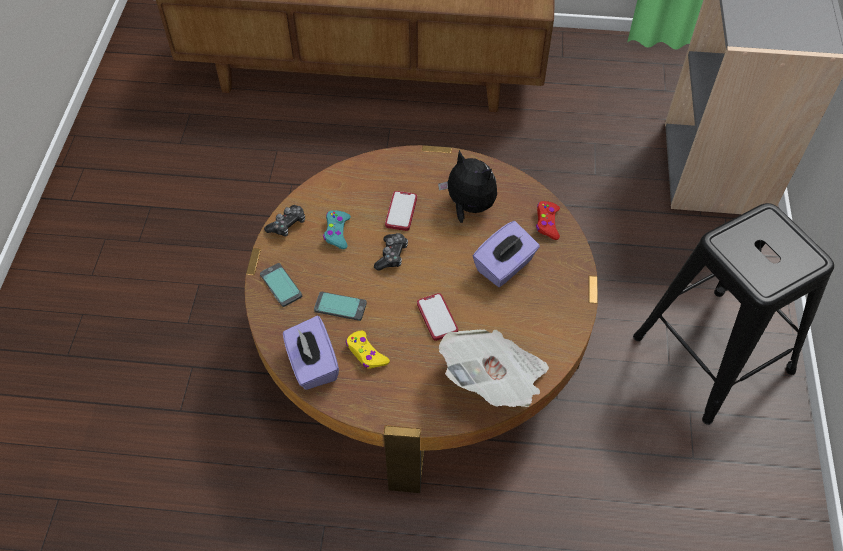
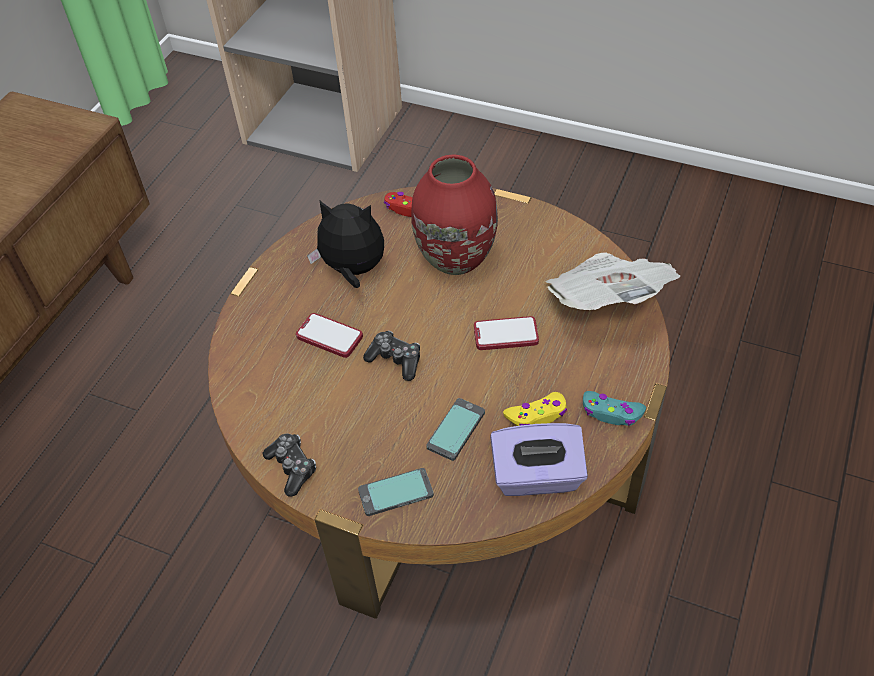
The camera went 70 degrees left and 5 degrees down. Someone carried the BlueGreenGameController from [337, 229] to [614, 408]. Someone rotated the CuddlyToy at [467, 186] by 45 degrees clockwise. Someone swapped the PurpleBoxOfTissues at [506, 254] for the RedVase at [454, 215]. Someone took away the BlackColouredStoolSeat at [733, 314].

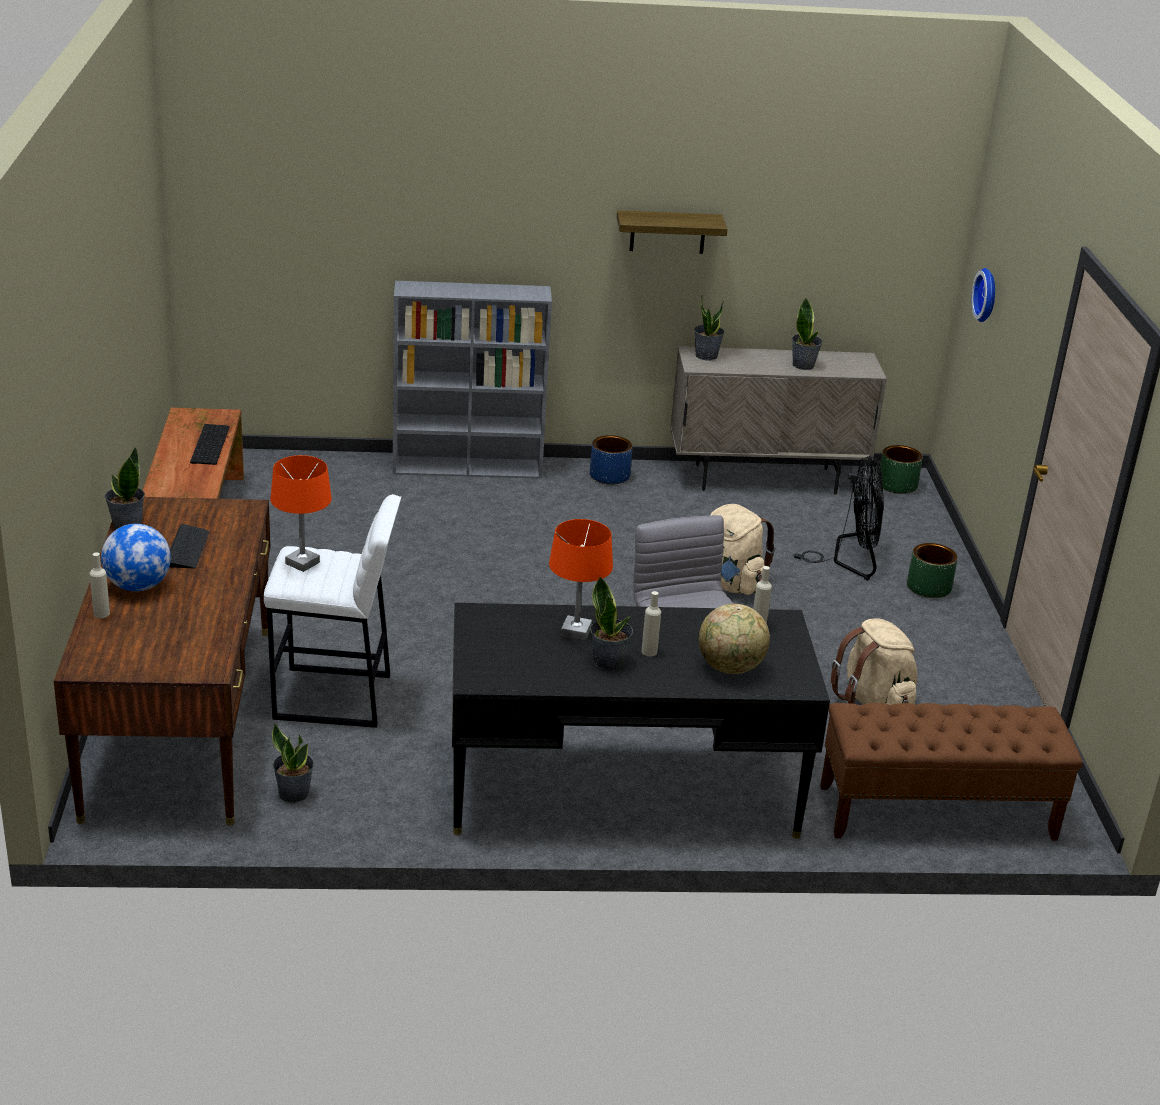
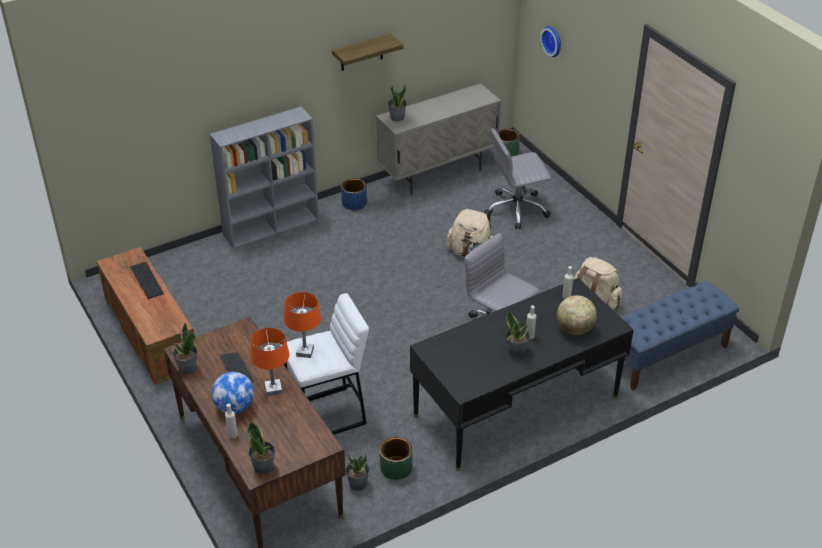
The camera went 25 degrees left and 10 degrees up. Someone carried the OrangeColouredTableLamp from [581, 580] to [270, 362]. Someone carried the PottedPlant from [807, 334] to [261, 448]. Someone swapped the BlackColouredFan at [838, 518] for the GrayOfficeChair at [517, 179]. Someone repainted the BrownishBench at [951, 772], which became the BlueBench at [680, 335]. Someone carried the GreenishFlowerPot from [932, 570] to [396, 458].

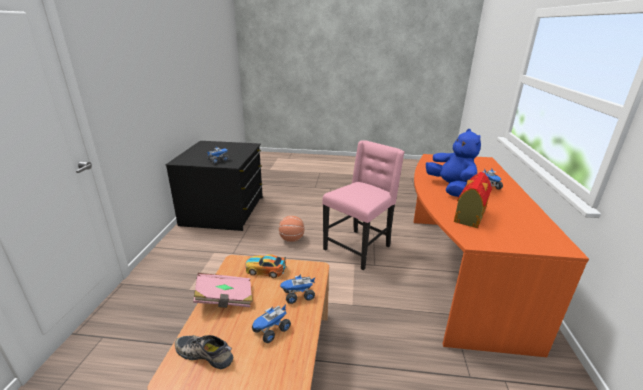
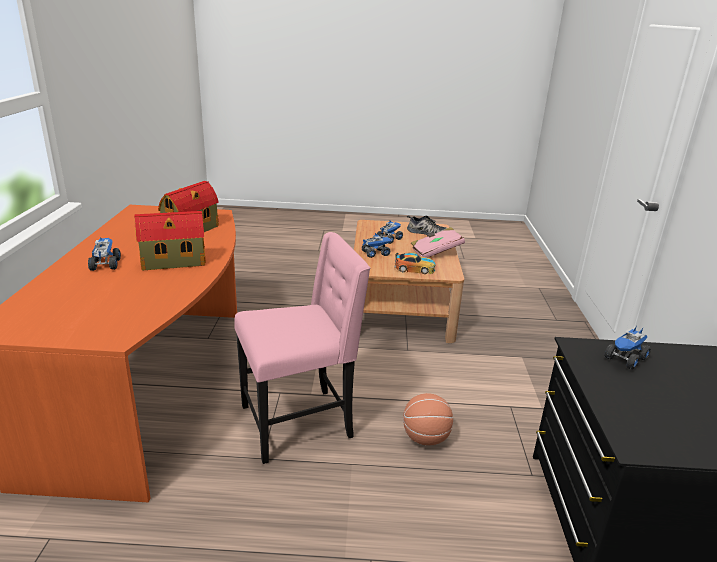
The camera went 175 degrees right and 0 degrees up. Someone rotated the PinkColouredChair at [363, 205] by 150 degrees counterclockwise. Someone swapped the BlueCuddlyToy at [453, 163] for the ToyHouse at [170, 240].

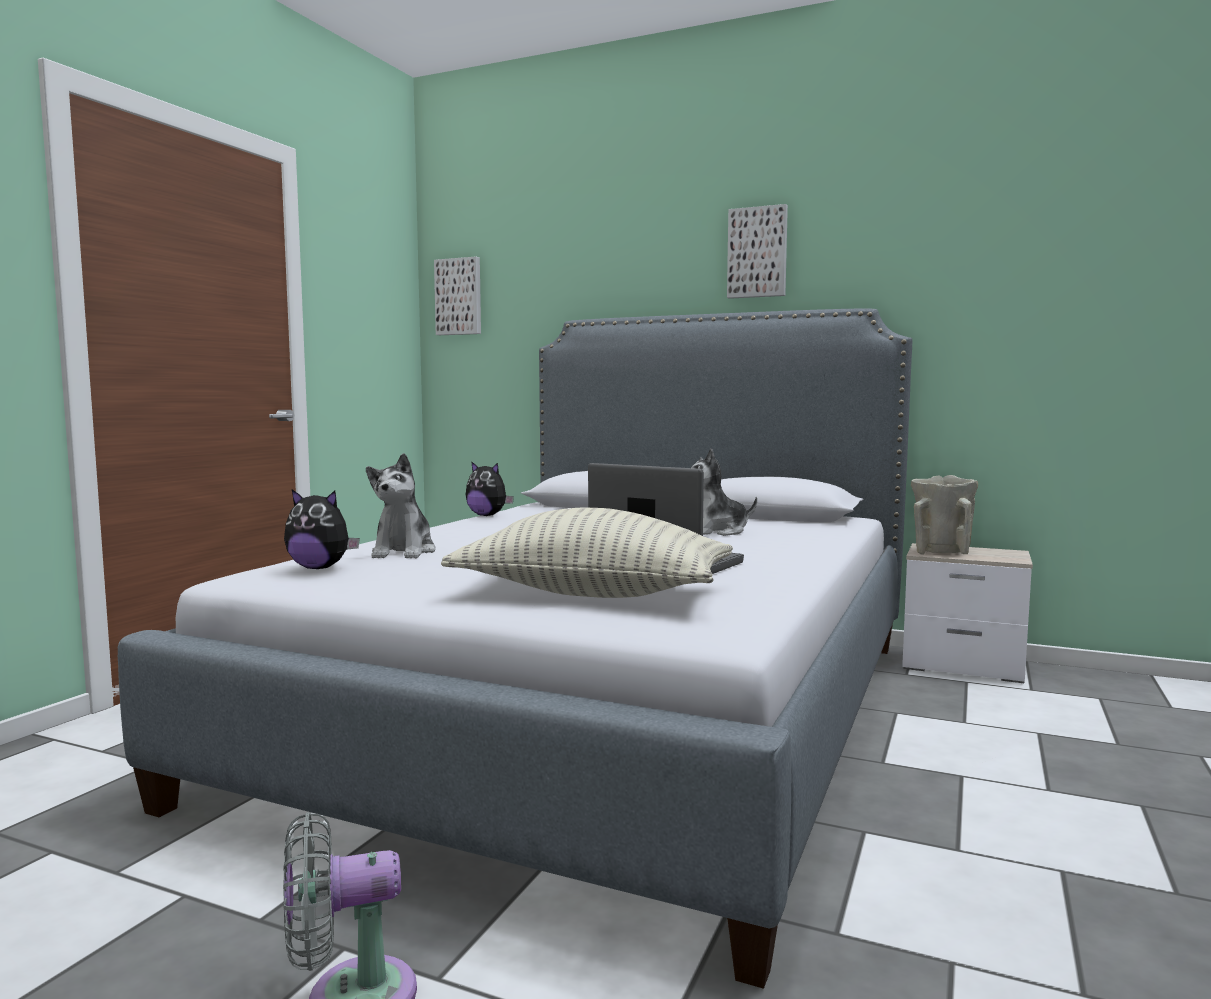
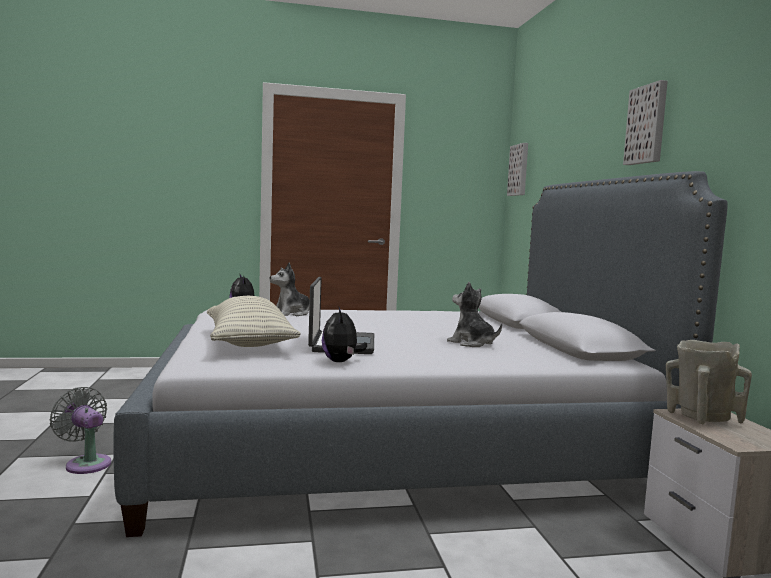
The camera went 55 degrees right and 0 degrees up. Someone carried the CuddlyToy from [489, 488] to [344, 334].

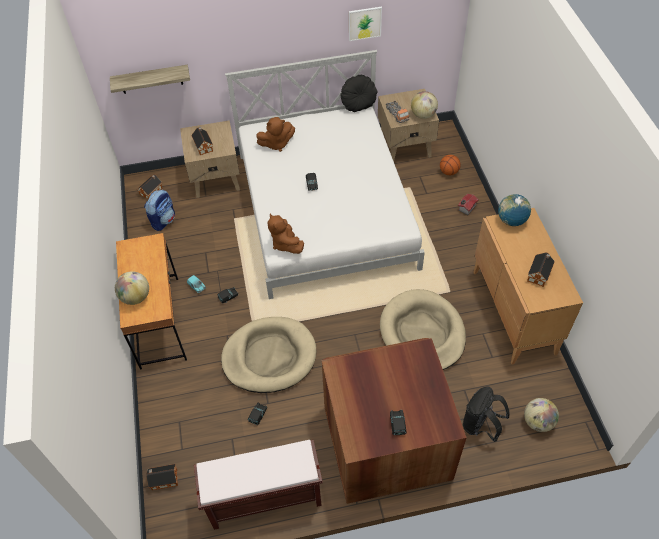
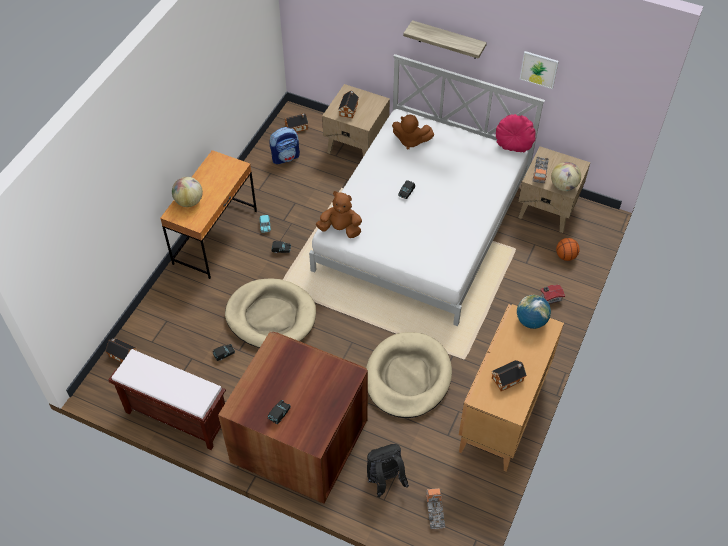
The camera went 35 degrees right and 0 degrees up. Someone carried the Shelf from [150, 79] to [445, 39]. Someone rotated the BrownishCuddlyToy at [286, 233] by 90 degrees clockwise. Someone repainted the BlackColouredCushion at [358, 93], which became the PinkColouredCushion at [516, 133]. Someone swapped the Globe at [541, 415] for the ToyTruck at [435, 508].

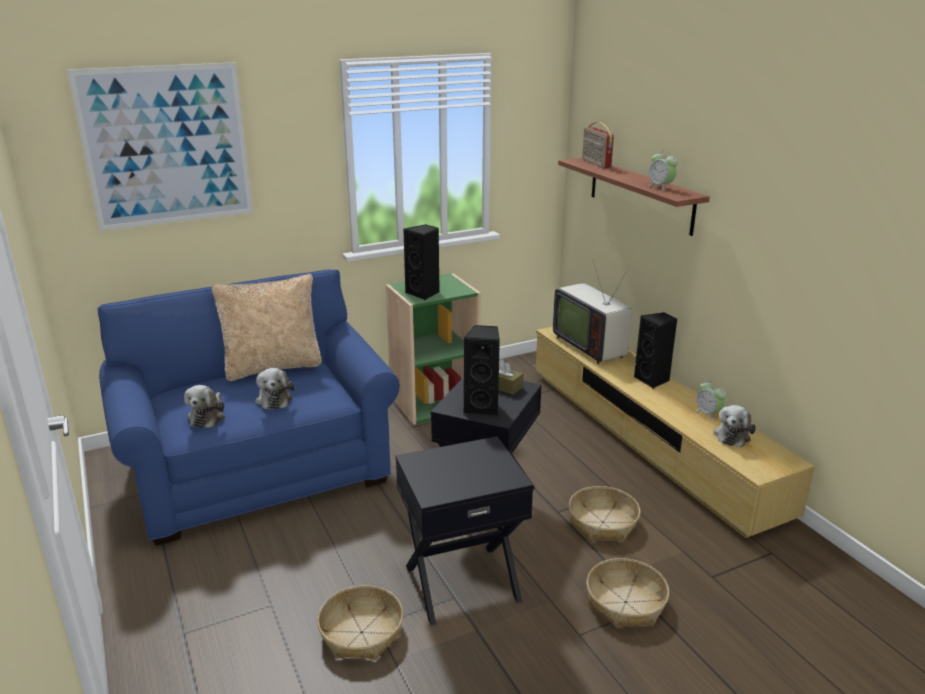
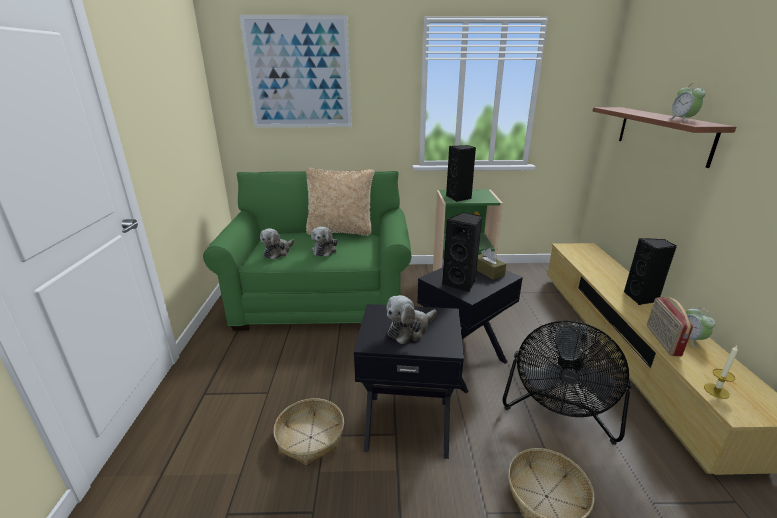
The camera went 25 degrees right and 0 degrees up. Someone repainted the BlueSettee at [249, 408], which became the GreenishSettee at [307, 251]. Someone took away the Television at [592, 312]. Someone swapped the StorageBasket at [605, 513] for the BlackColouredFan at [567, 382]. Someone carried the Radio from [598, 145] to [670, 326]. Someone carried the CuddlyToy from [734, 426] to [411, 319]. Someone put down the Candle at [721, 372].

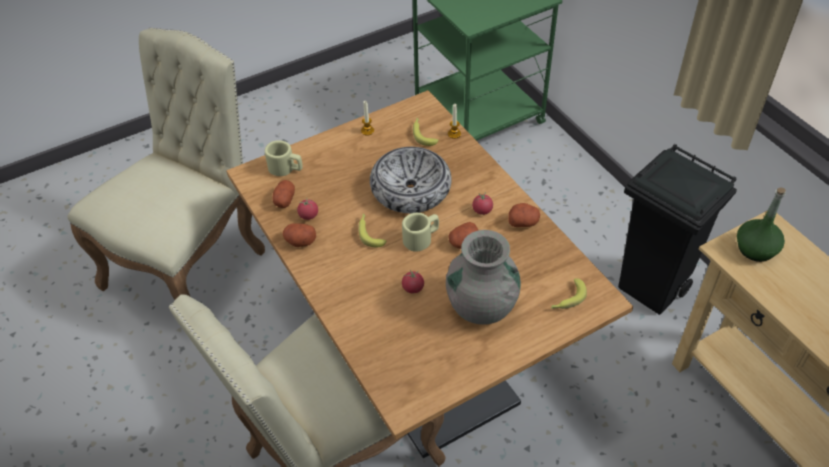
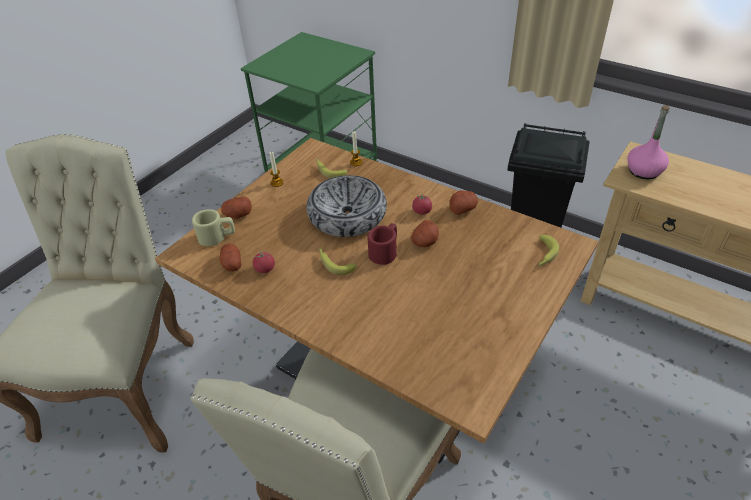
The camera went 25 degrees left and 5 degrees down. Someone carried the WholePotato from [299, 235] to [236, 207]. Someone repainted the SandColouredTeaMug at [420, 232], which became the RedTeaMug at [382, 244]. Someone took away the WholeTomato at [413, 282]. Someone took away the GrayVase at [483, 277]. Someone repainted the GreenishBottle at [761, 224], which became the PinkColouredBottle at [648, 142].

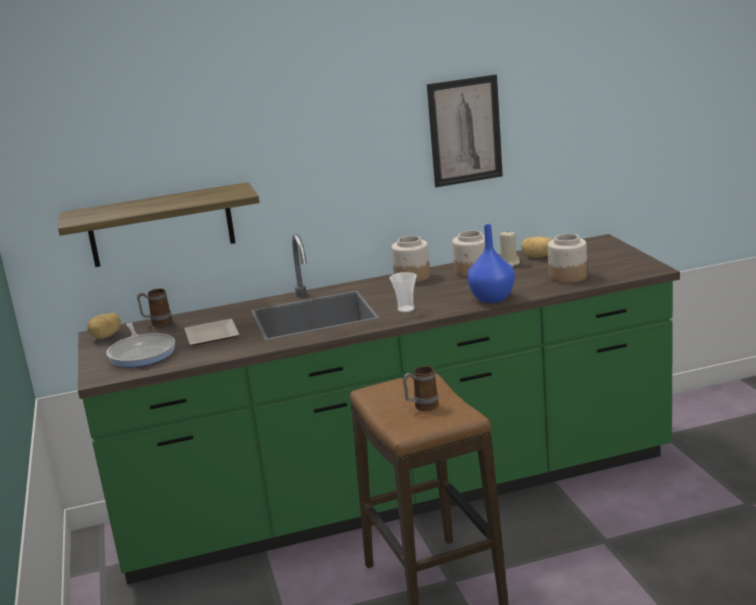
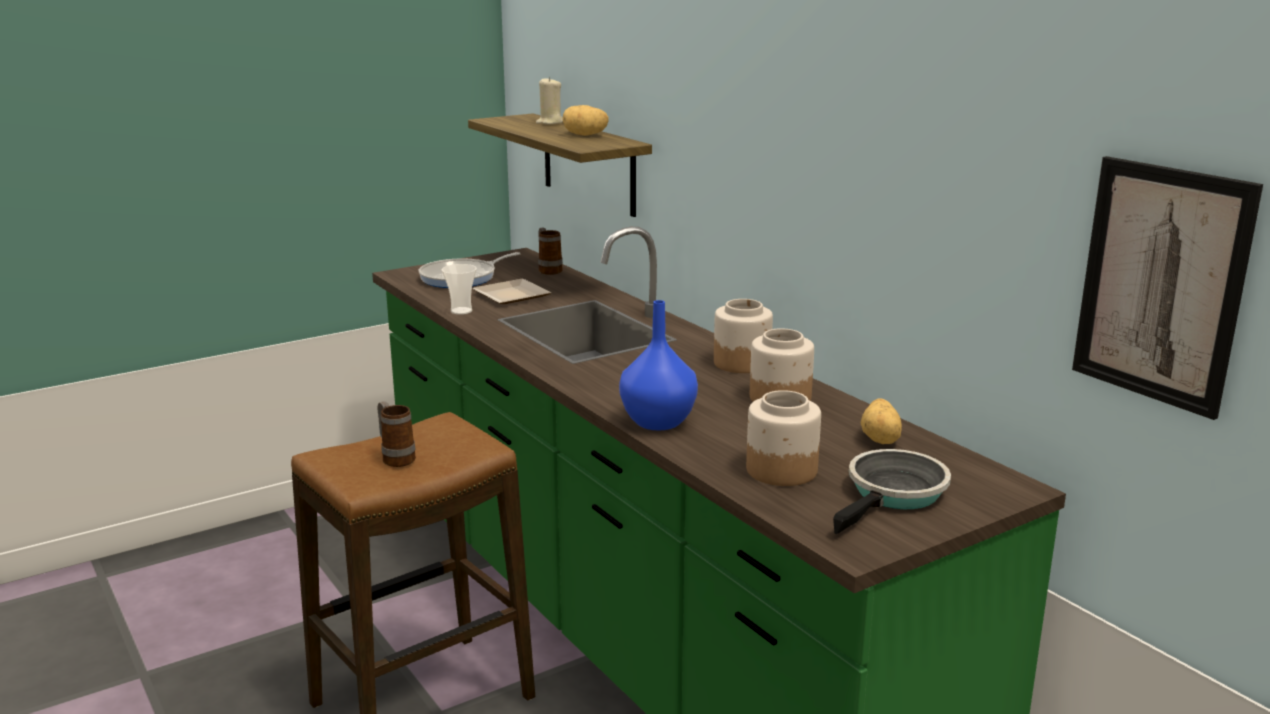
The camera went 70 degrees right and 0 degrees up. Someone carried the WholePotato from [104, 326] to [585, 120]. Someone carried the SmallCup from [403, 292] to [459, 289]. Someone carried the Picture from [465, 130] to [1167, 288]. Someone carried the SandColouredCandle from [509, 248] to [549, 100]. Someone put down the FryingPan at [892, 491].

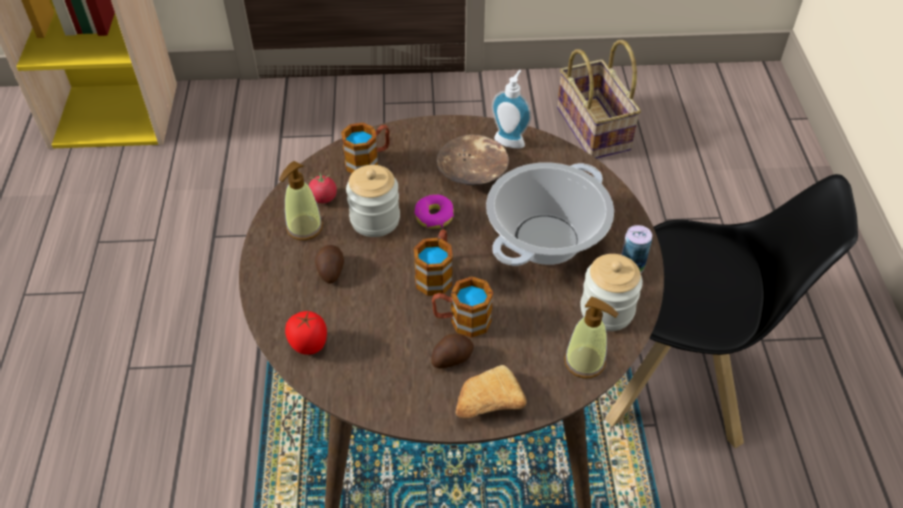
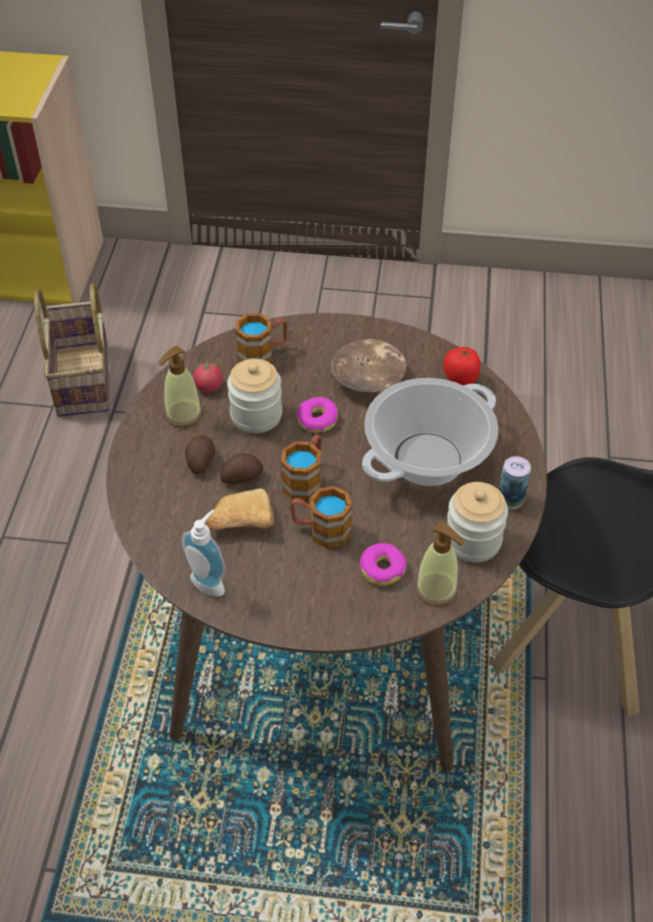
The camera went 10 degrees right and 0 degrees up. Someone carried the WholeTomato from [306, 333] to [462, 366]. Someone carried the WholePotato from [452, 351] to [241, 468]. Someone carried the BakedBread from [491, 392] to [239, 509]. Someone carried the SoapBottle from [511, 109] to [203, 553]. Someone carried the StorageBasket from [599, 99] to [72, 349]. Someone put down the Donut at [383, 564].

